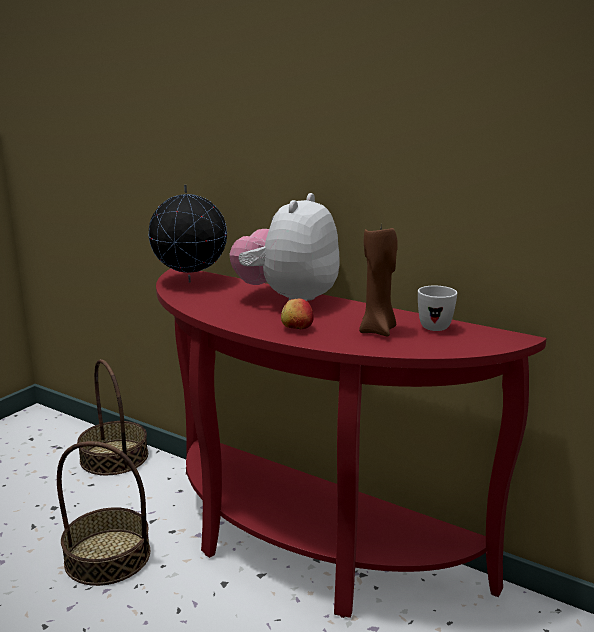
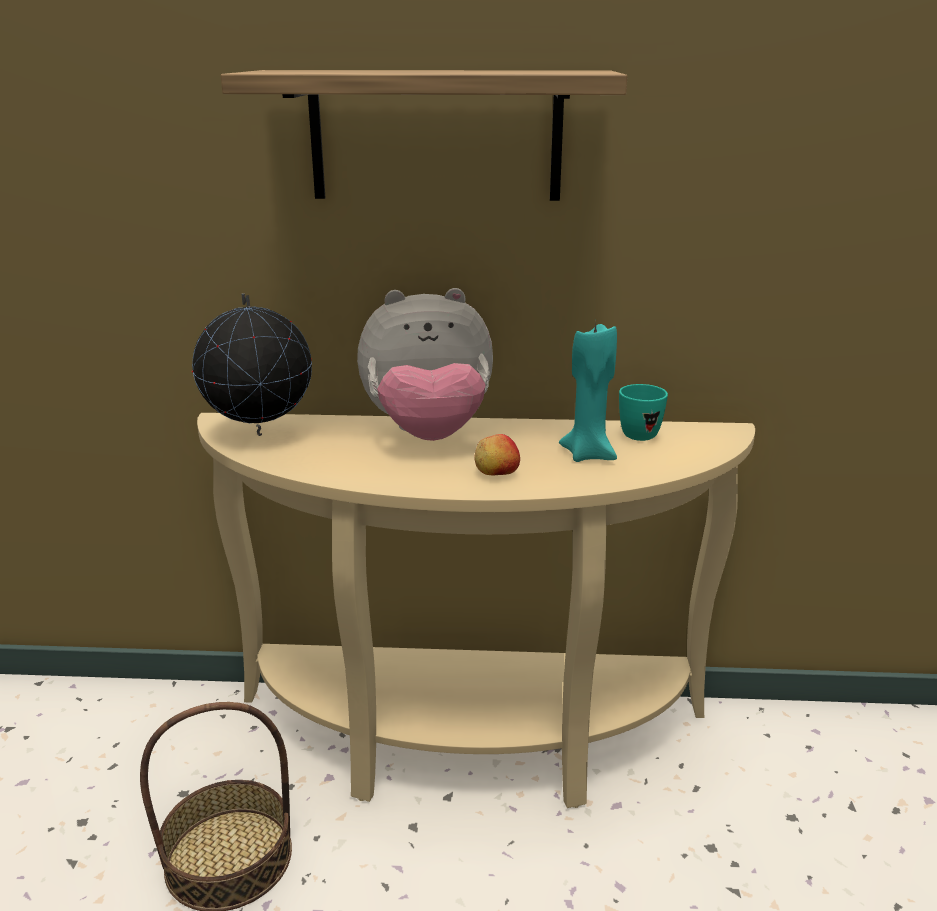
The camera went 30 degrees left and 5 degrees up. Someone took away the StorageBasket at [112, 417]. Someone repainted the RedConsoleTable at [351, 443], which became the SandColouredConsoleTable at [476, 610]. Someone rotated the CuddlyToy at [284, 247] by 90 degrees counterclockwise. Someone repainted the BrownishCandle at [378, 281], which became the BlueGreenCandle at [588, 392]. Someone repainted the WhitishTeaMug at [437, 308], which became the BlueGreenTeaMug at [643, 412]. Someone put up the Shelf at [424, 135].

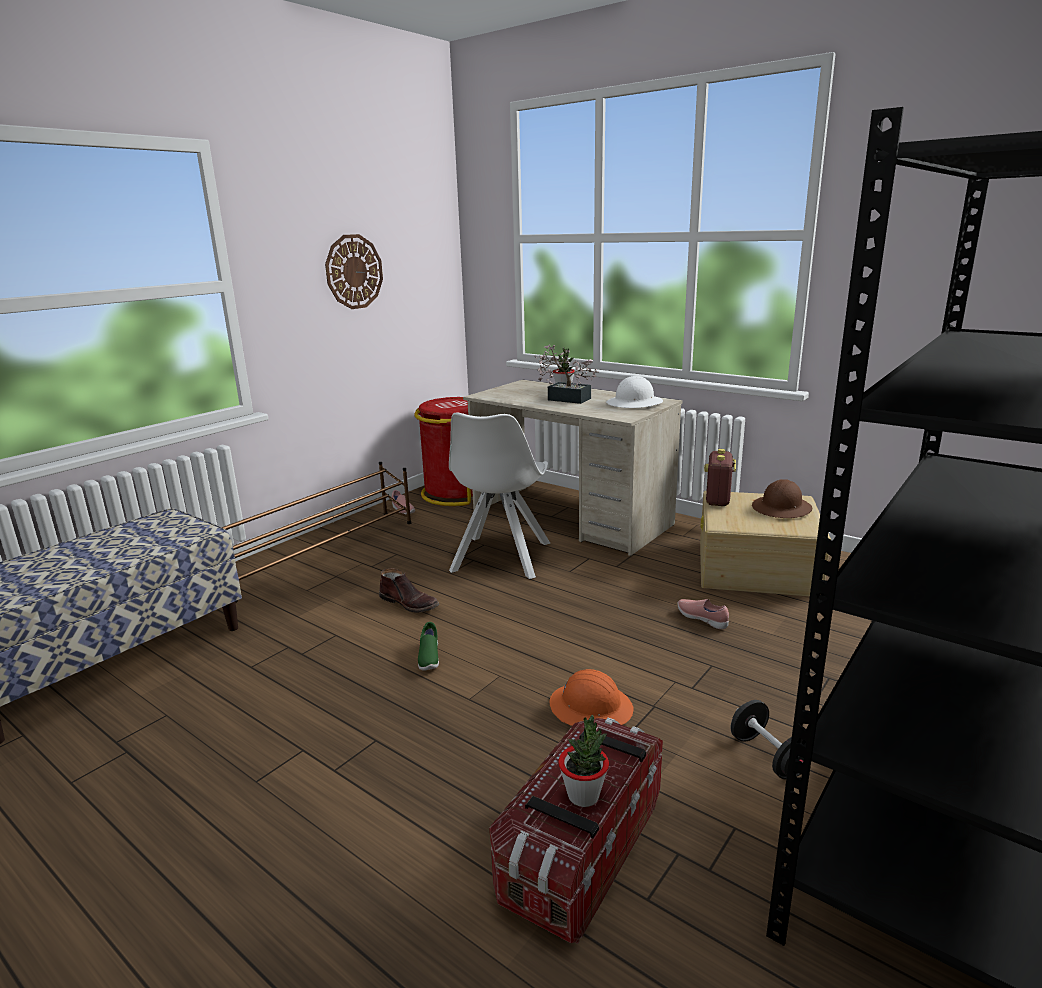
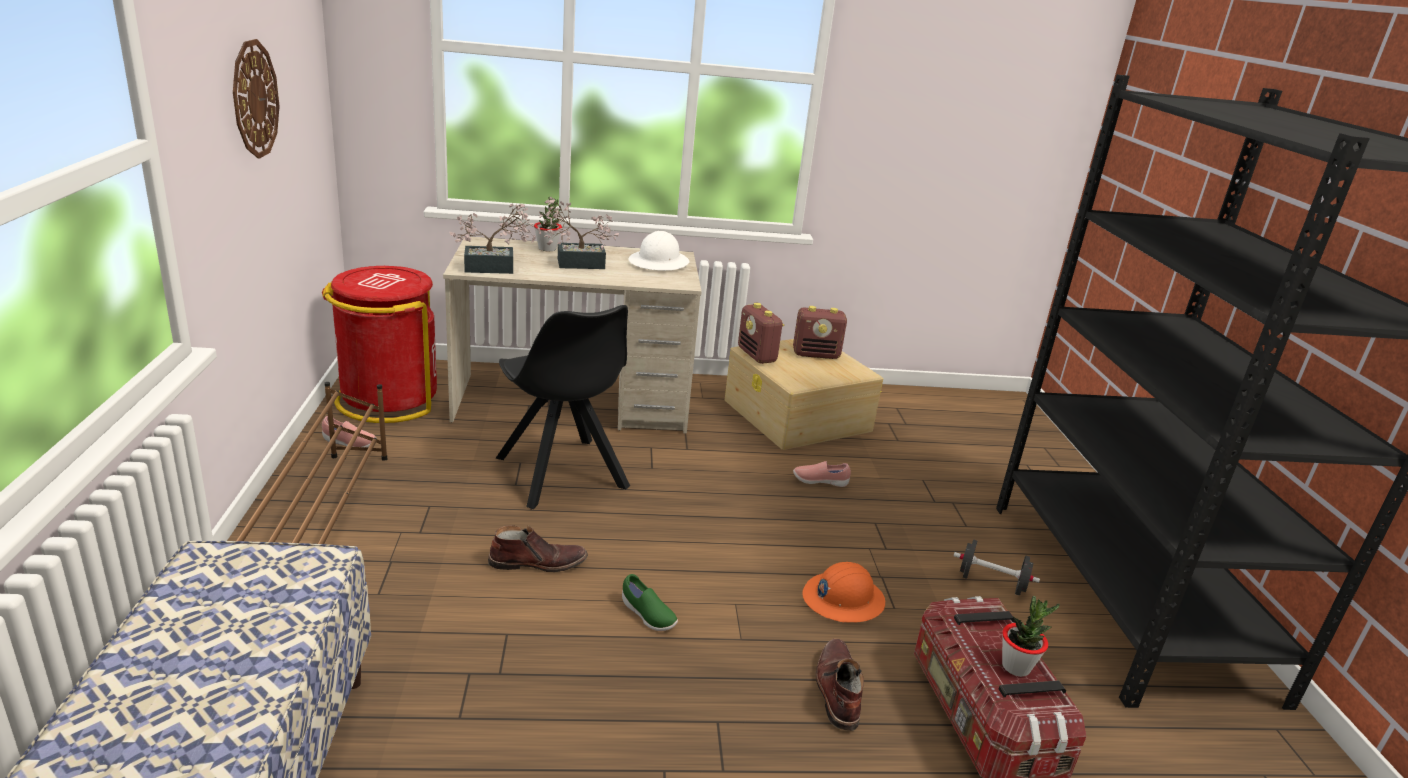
The camera went 45 degrees left and 5 degrees up. Someone repainted the WhitishChair at [499, 495], which became the BlackColouredChair at [563, 407]. Someone swapped the BrownishWorkHelmet at [782, 498] for the Radio at [820, 332]. Someone put down the PottedPlant at [493, 238]. Someone put down the BrownishBoot at [840, 685].

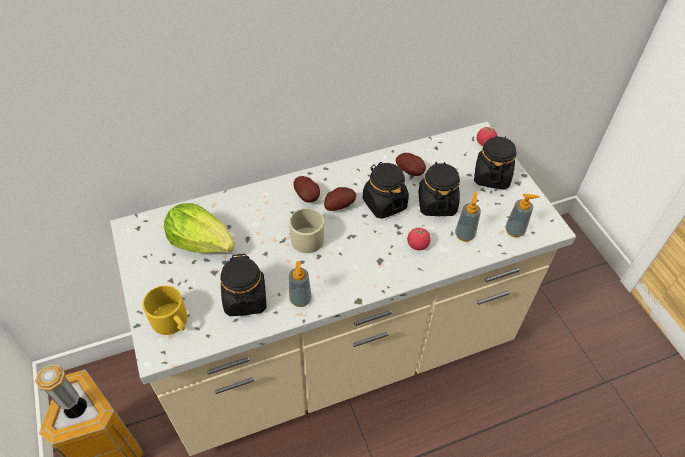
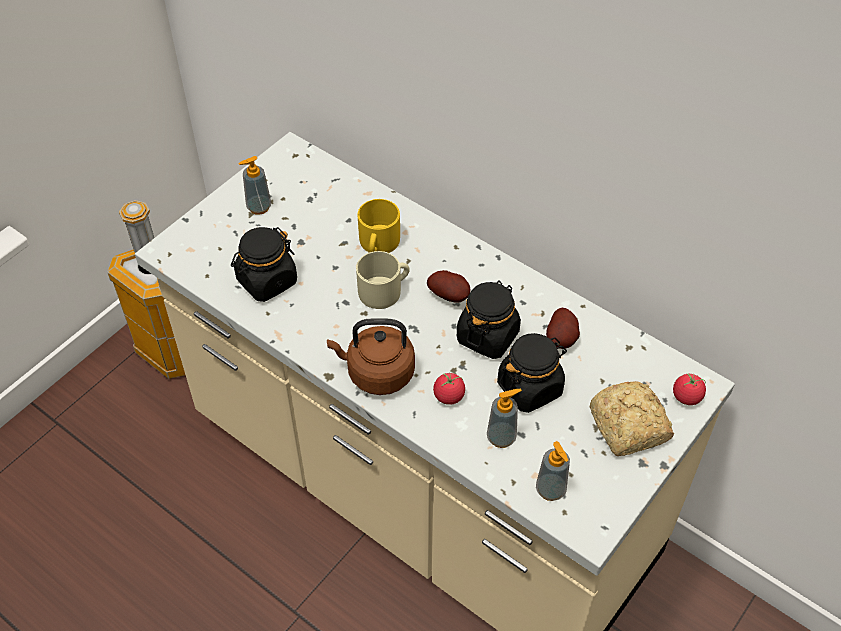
The camera went 60 degrees right and 0 degrees up. Someone carried the YellowColouredTeaMug from [164, 310] to [378, 226]. Someone took away the Lettuce at [199, 228]. Someone carried the SoapBottle from [300, 284] to [254, 185]. Someone took away the WholePotato at [306, 189]. Someone swapped the BlackColouredJar at [495, 162] for the BakedBread at [631, 418]. Someone put down the BrownishTeaKettle at [371, 356].

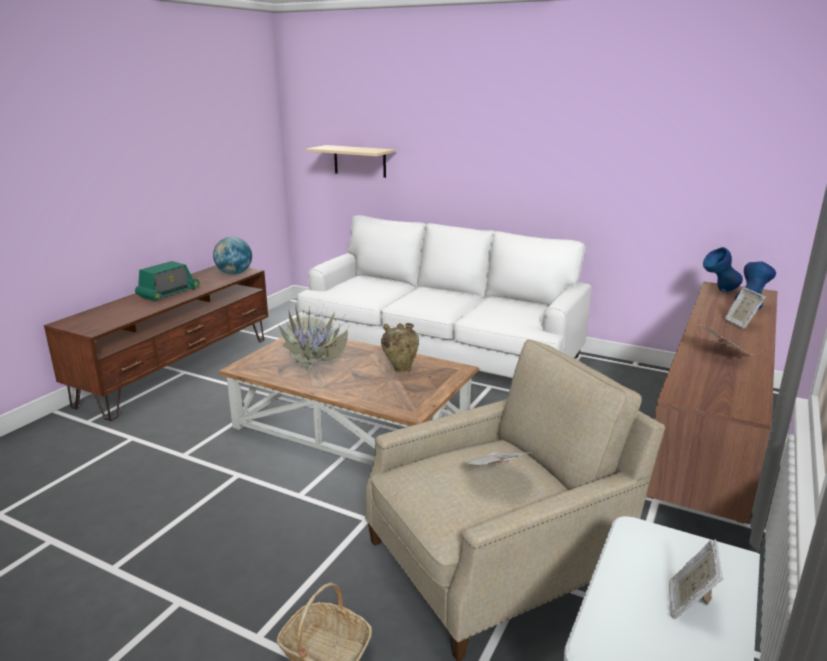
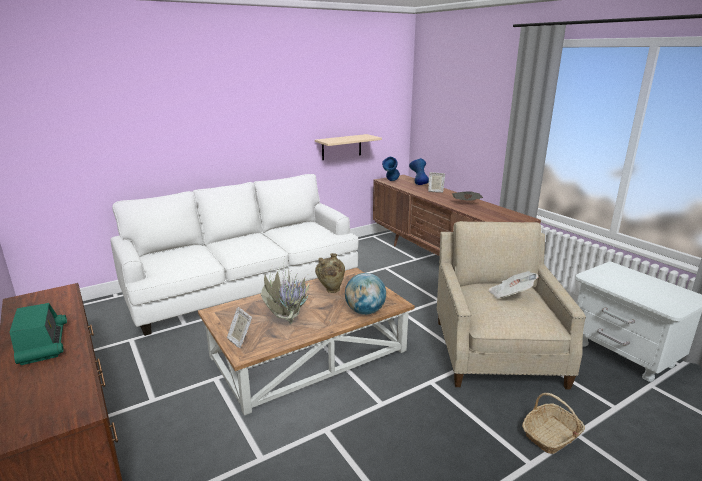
The camera went 60 degrees left and 0 degrees up. Someone carried the Globe from [232, 256] to [365, 294]. Someone carried the SandColouredShelf from [350, 161] to [348, 147]. Someone carried the PhotoFrame from [696, 579] to [239, 327].

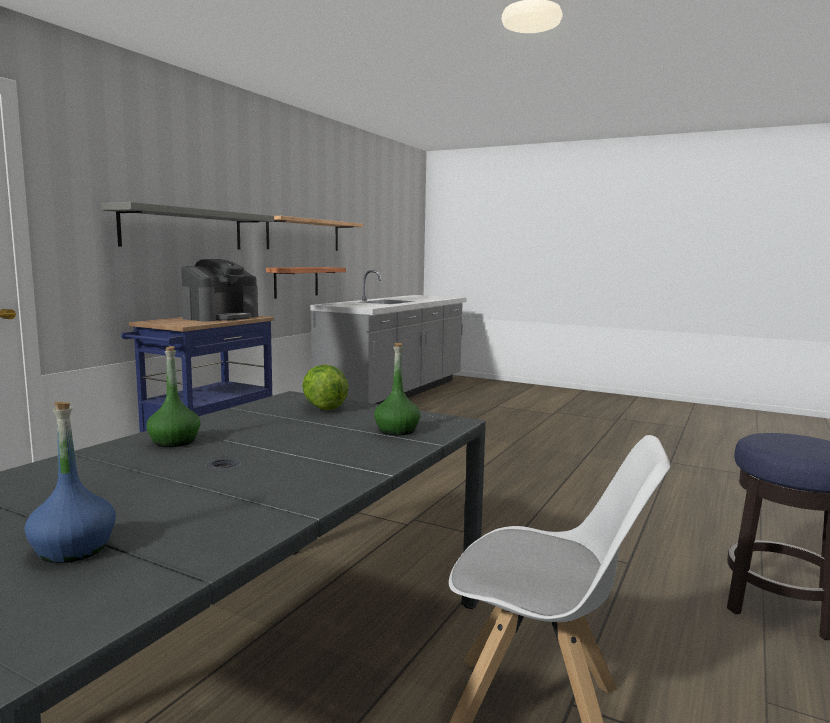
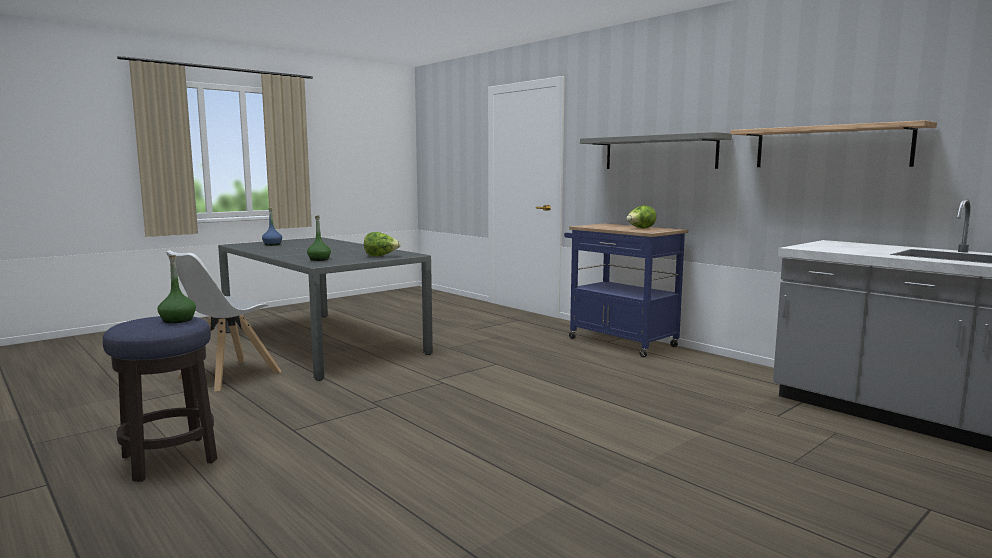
The camera went 110 degrees right and 0 degrees up. Someone carried the GreenishBottle from [173, 396] to [176, 289]. Someone swapped the CoffeeBrewer at [219, 290] for the Lettuce at [641, 217]. Someone took away the Shelf at [306, 283].

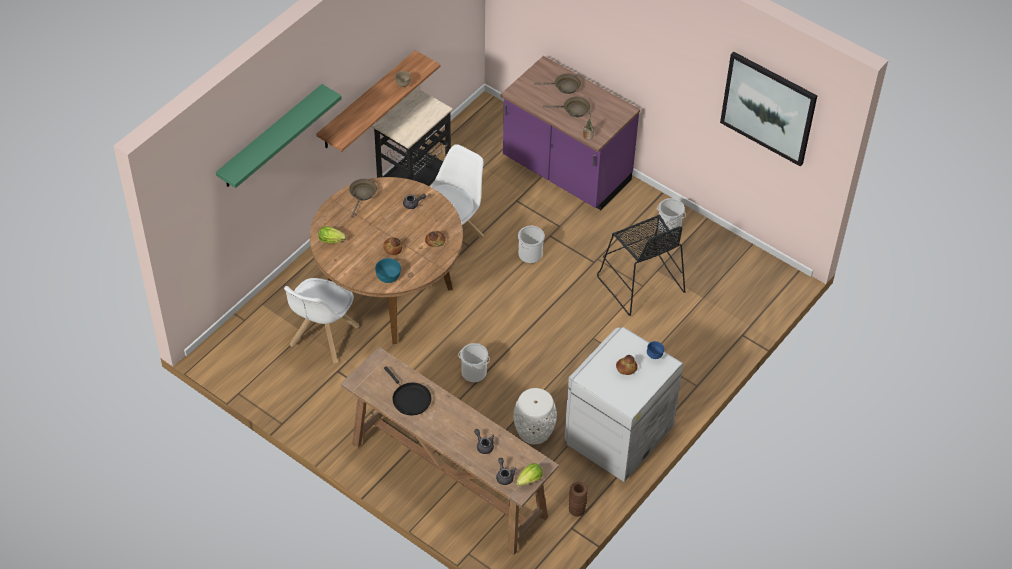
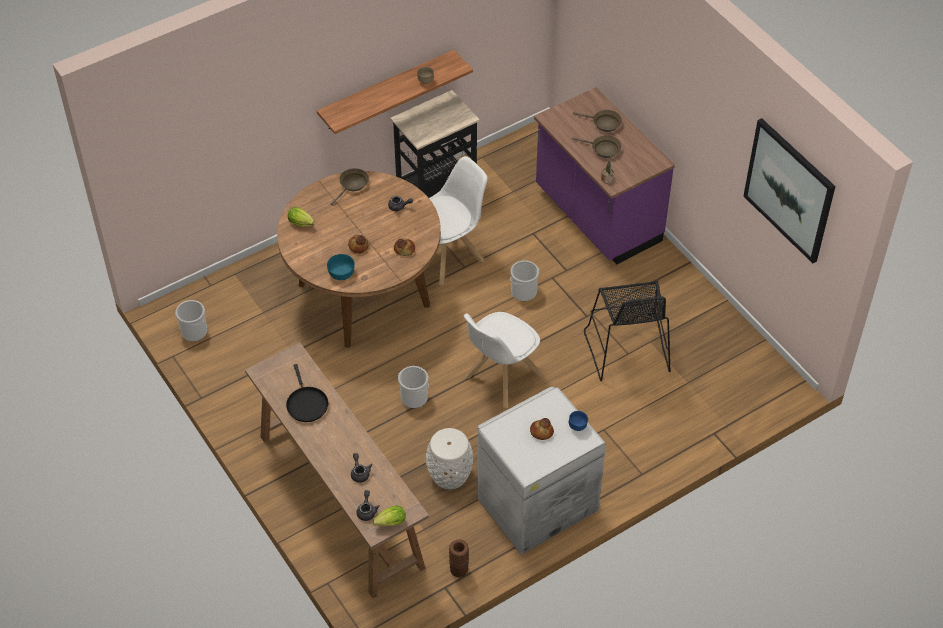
The camera went 20 degrees right and 0 degrees up. Someone took away the GreenishShelf at [279, 136]. Someone carried the WhitishChair from [322, 320] to [503, 360]. Someone carried the Bucket from [671, 216] to [191, 320].

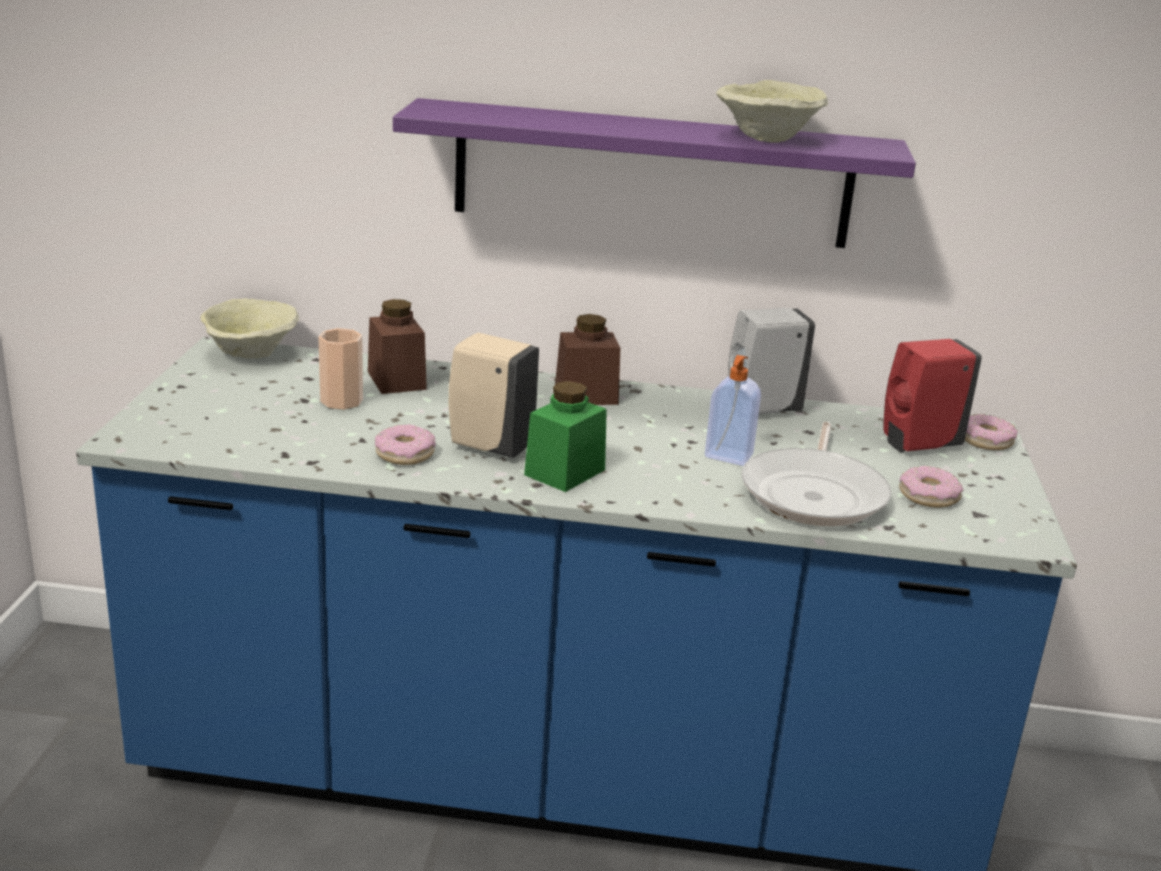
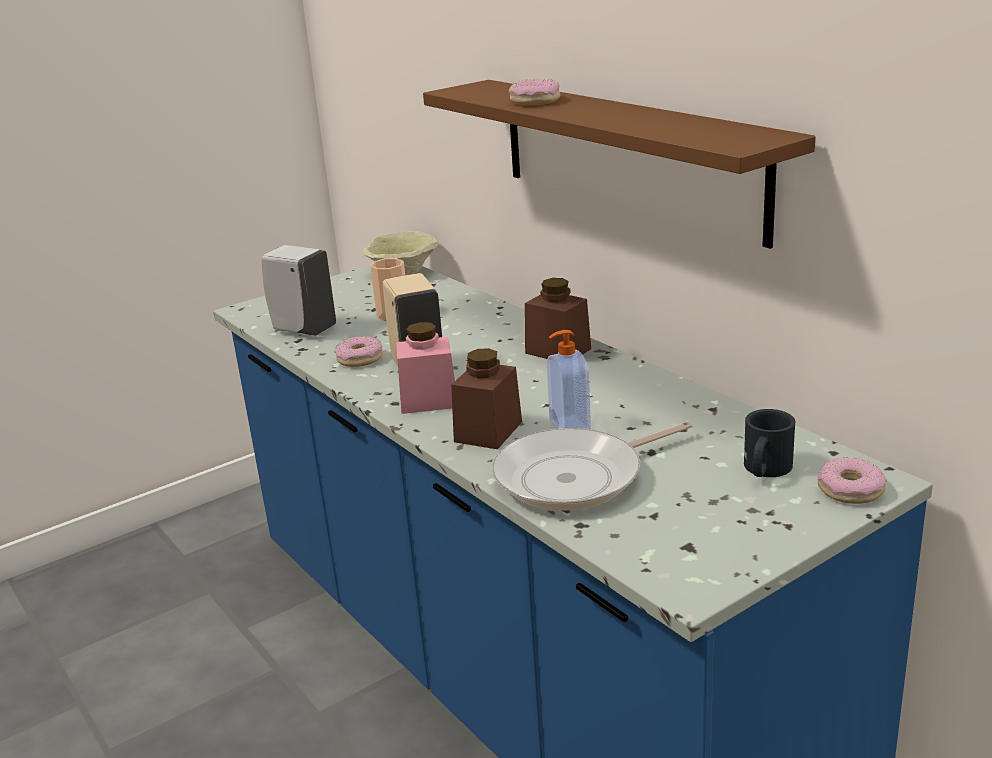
The camera went 50 degrees right and 0 degrees up. Someone carried the BrownishJar from [397, 346] to [486, 398]. Someone repainted the PurpleShelf at [654, 173], which became the BrownishShelf at [619, 164]. Someone repainted the GreenishJar at [565, 436], which became the PinkColouredJar at [425, 368]. Someone took away the SandColouredDeepDish at [772, 111]. Someone carried the WhitishSoapBottle from [771, 361] to [299, 290]. Someone swapped the RedSoapBottle at [932, 395] for the BlackColouredTeaMug at [769, 443]. Someone carried the Donut from [931, 487] to [534, 92].

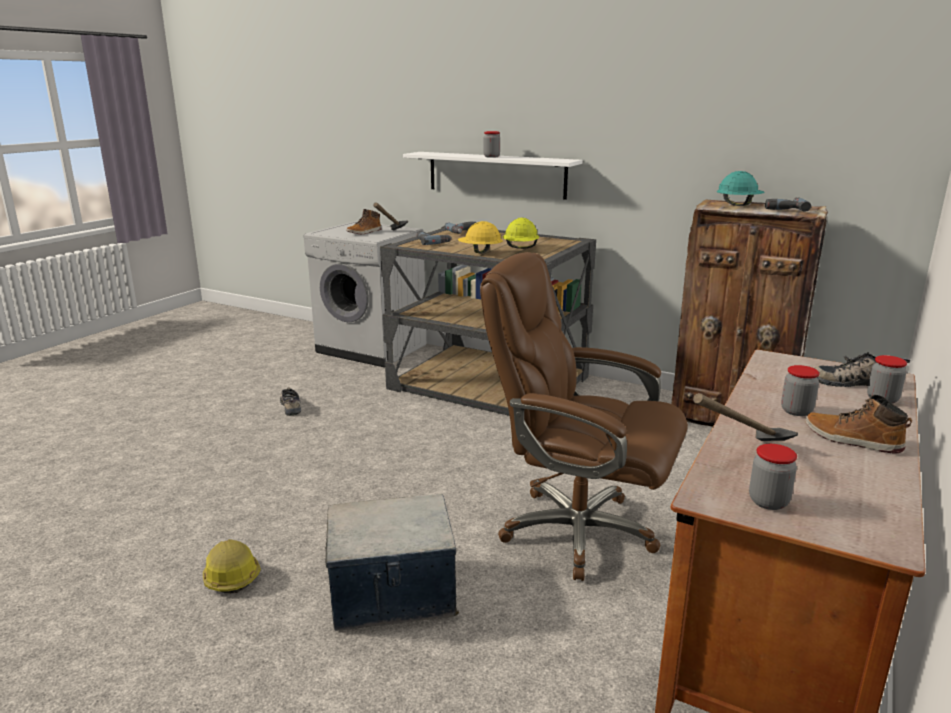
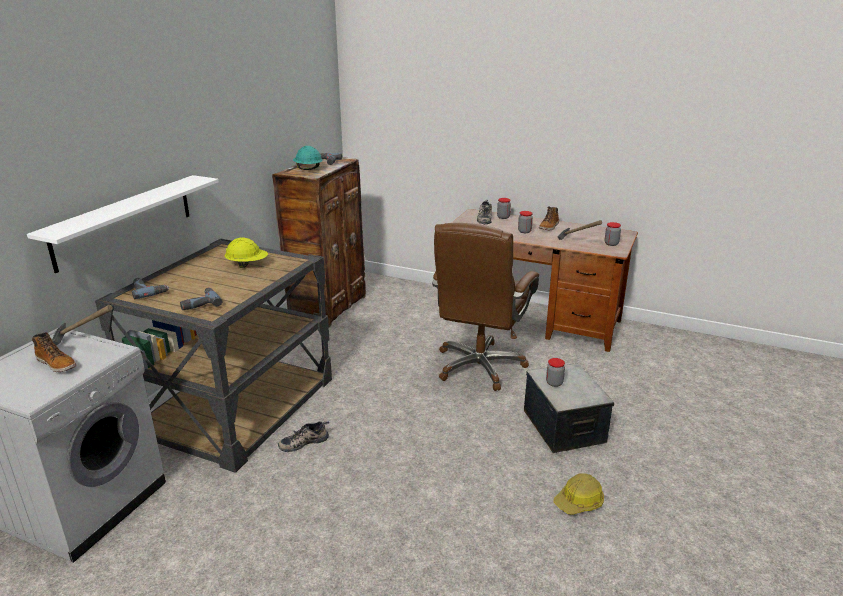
The camera went 95 degrees left and 5 degrees up. Someone carried the ItemOfFootwear from [290, 401] to [303, 436]. Someone took away the YellowColouredWorkHelmet at [480, 237]. Someone carried the Jar from [491, 144] to [555, 372].

